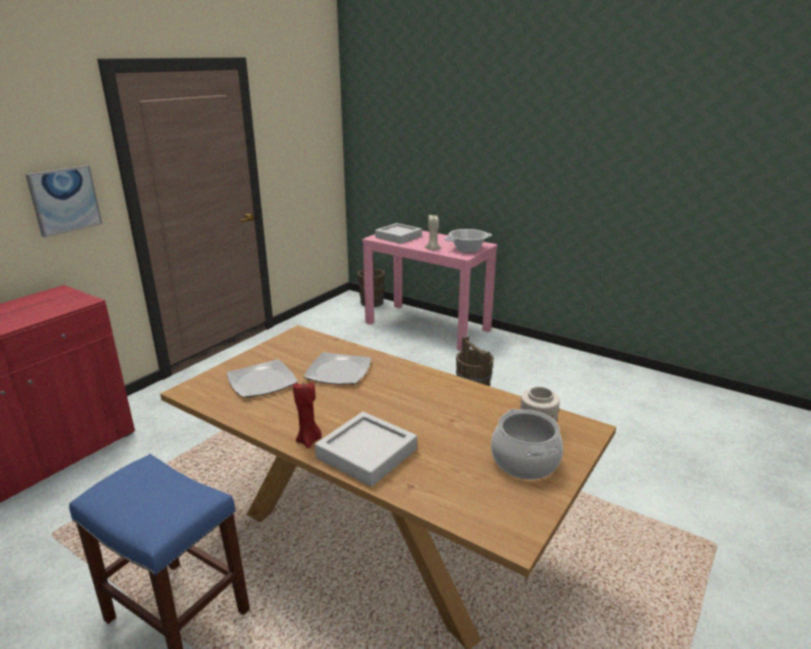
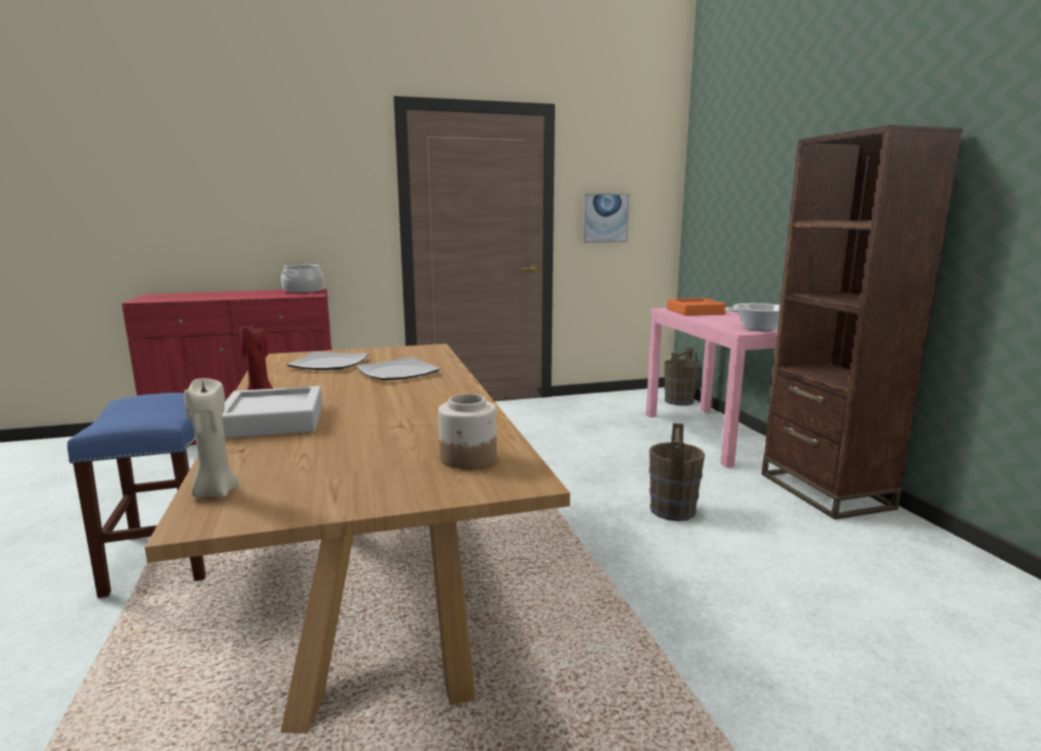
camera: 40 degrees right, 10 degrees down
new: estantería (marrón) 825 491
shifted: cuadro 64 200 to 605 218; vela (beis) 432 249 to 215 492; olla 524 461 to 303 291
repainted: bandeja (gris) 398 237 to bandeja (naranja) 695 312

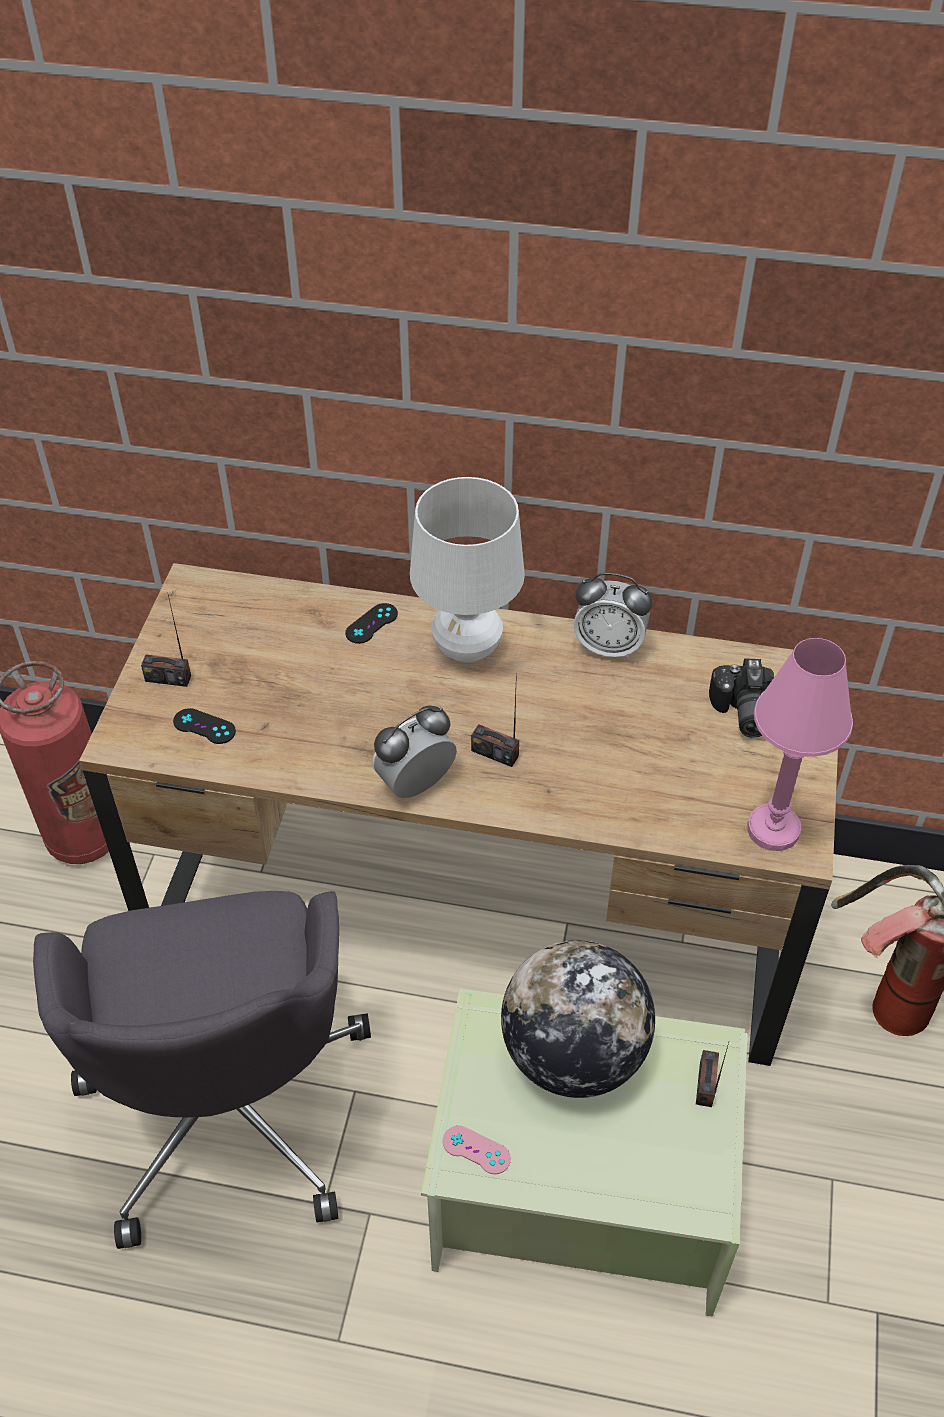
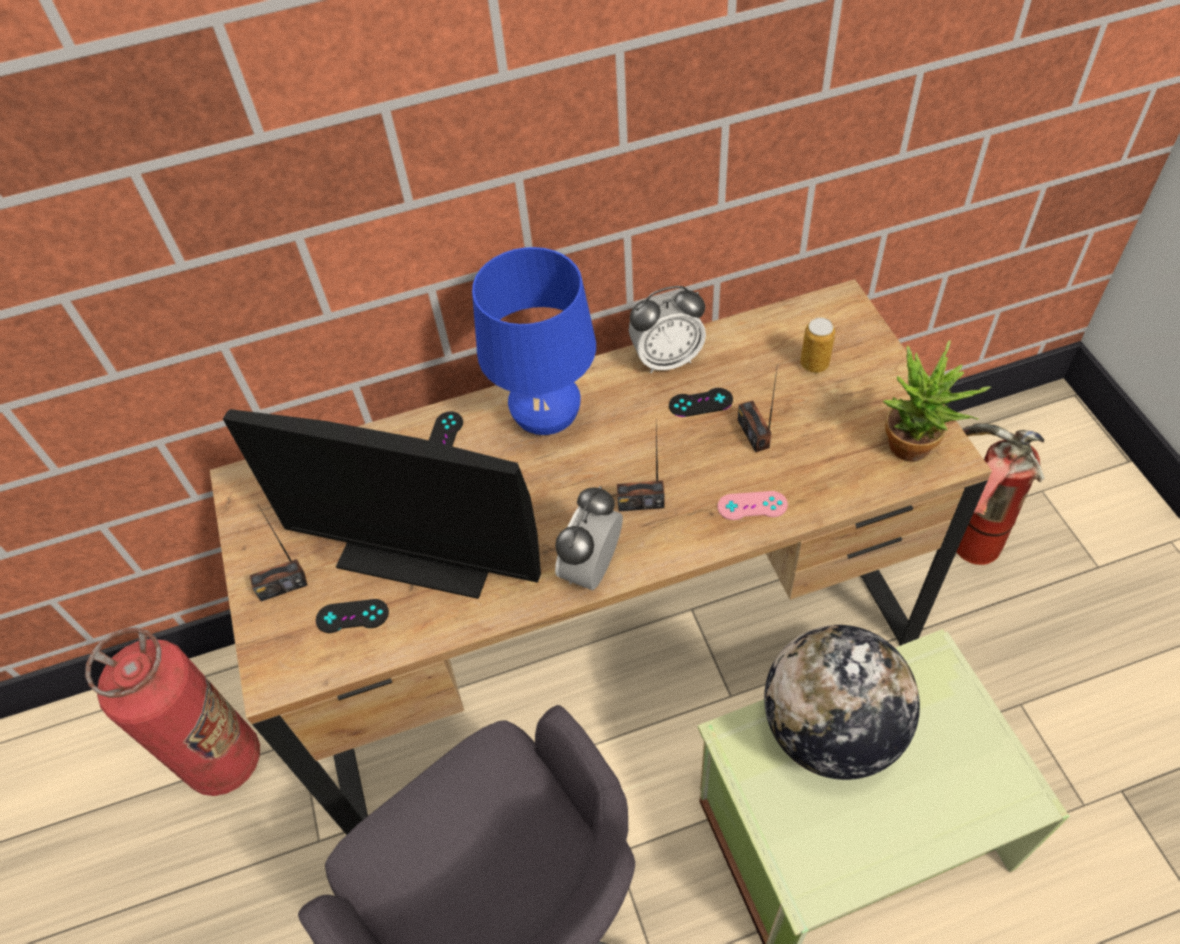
camera: 25 degrees left, 5 degrees up
new: monitor 418 554; mando de consola (negro) 700 403
shifted: mando de consola (rosa) 476 1150 to 752 506; radio 706 1084 to 753 433
swapped: cámara 740 712 to lata 814 364; lámpara de mesa (rosa) 773 829 to planta en maceta 915 451
repainted: lámpara de mesa (blanco) 467 649 to lámpara de mesa (azul) 547 419

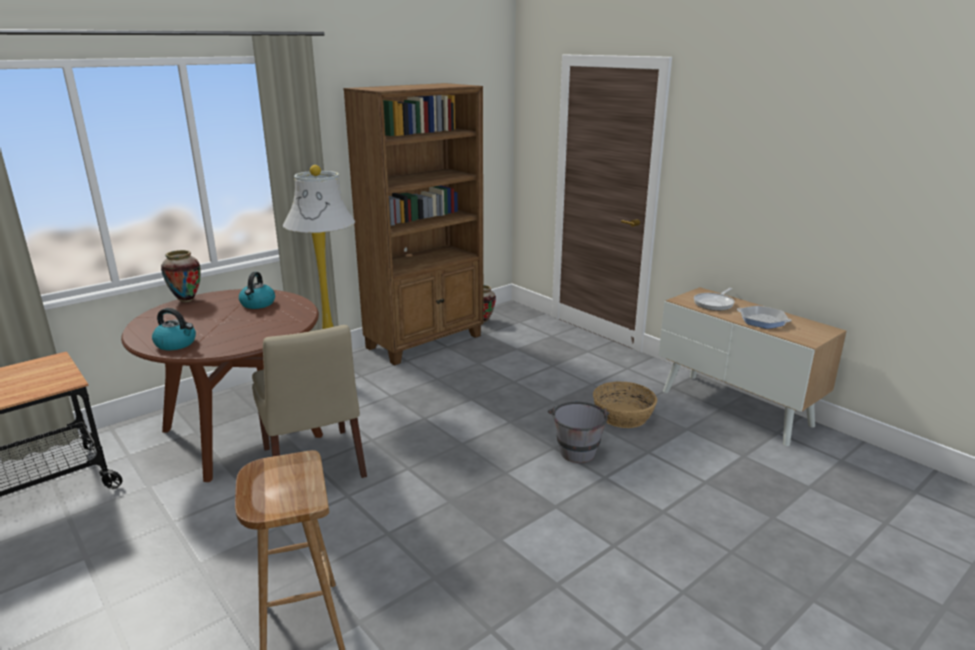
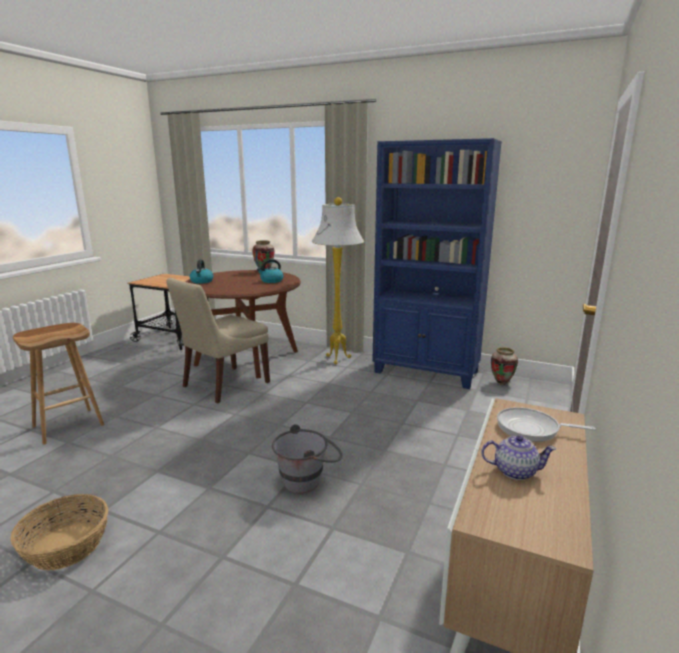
camera: 65 degrees right, 5 degrees down
shifted: cesta 622 416 to 66 545
swapped: sartén 762 321 to tetera 514 471
repainted: estantería (marrón) 425 342 to estantería (azul) 426 372

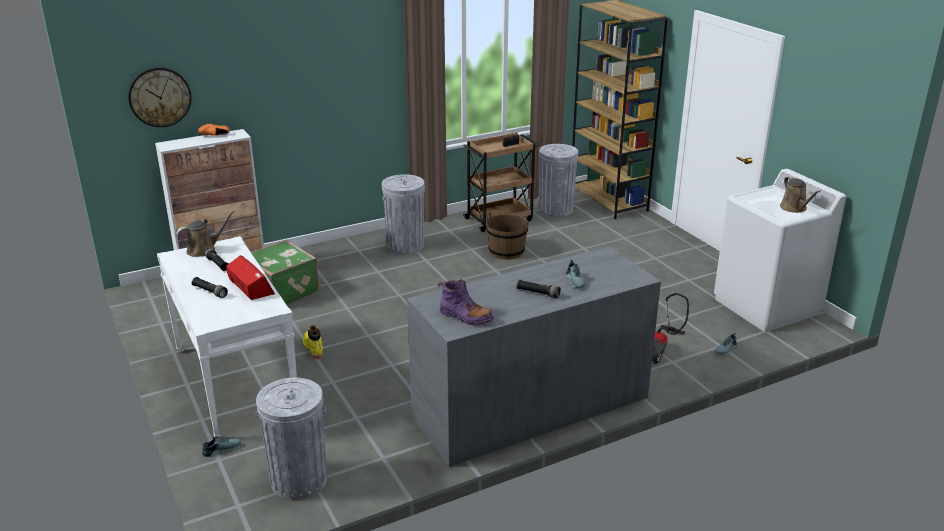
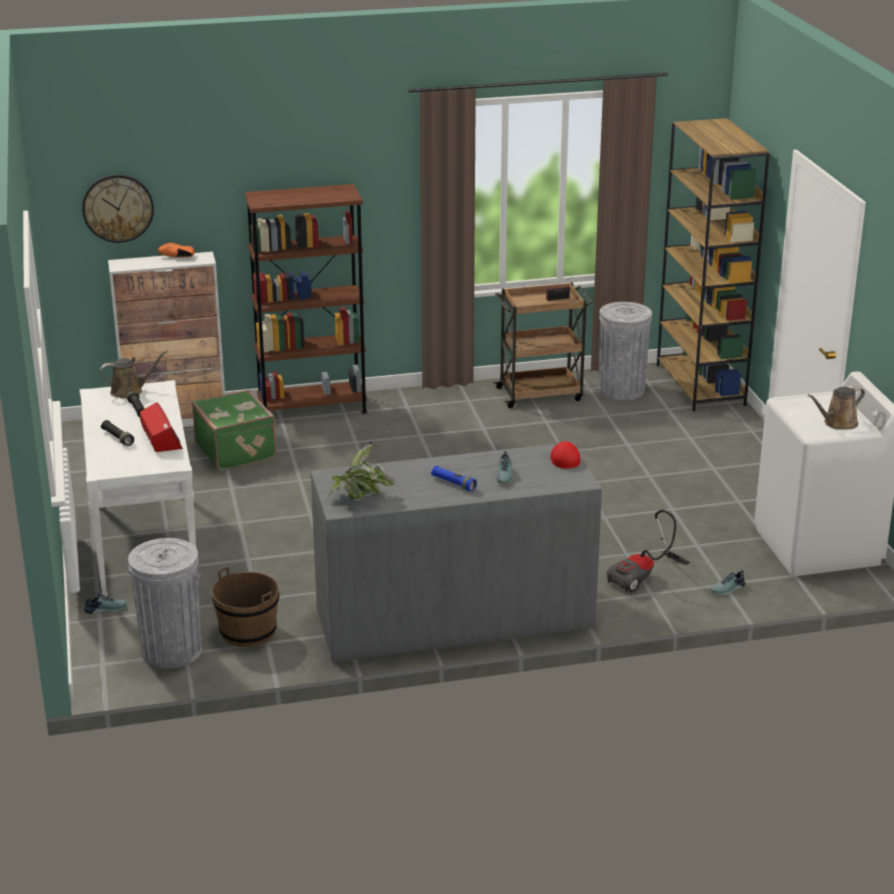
camera: 15 degrees right, 0 degrees up
gone: bota (amarillo) 313 348; papelera (gris) 405 245
new: estantería (marrón) 312 408; gorra (rojo) 564 458
shifted: cubo (marrón) 506 251 to 248 631
swapped: bota (morado) 465 317 to planta en maceta 360 498
repainted: linterna (negro) 538 293 to linterna (azul) 454 484
rotated: regadera (marrón) 794 208 = 838 423 60 degrees clockwise

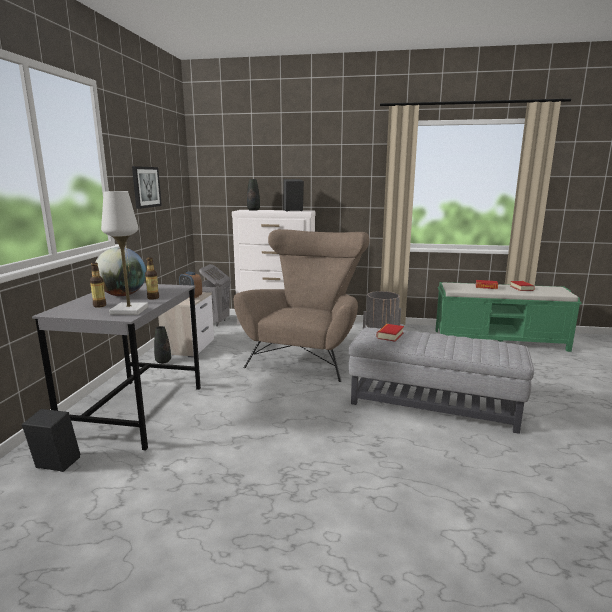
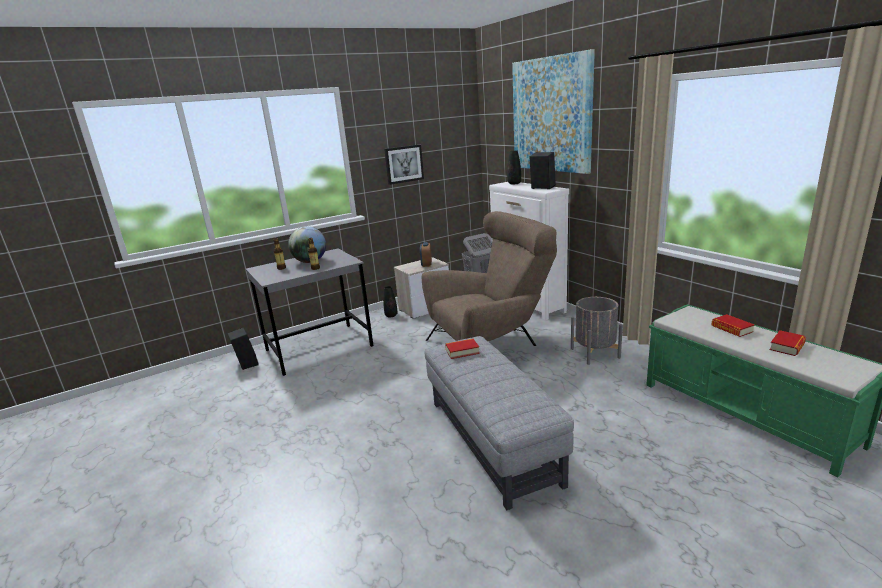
camera: 50 degrees right, 5 degrees up
gone: lámpara de mesa (blanco) 129 310
new: cuadro 551 115

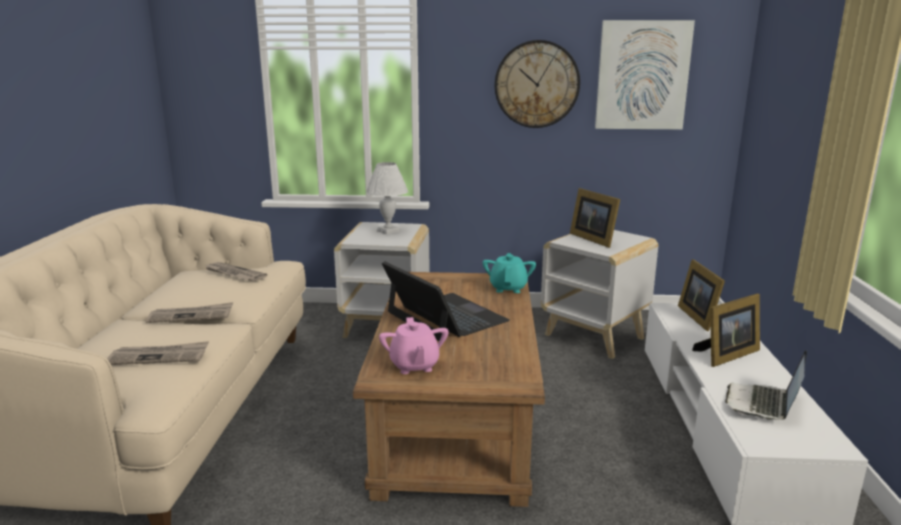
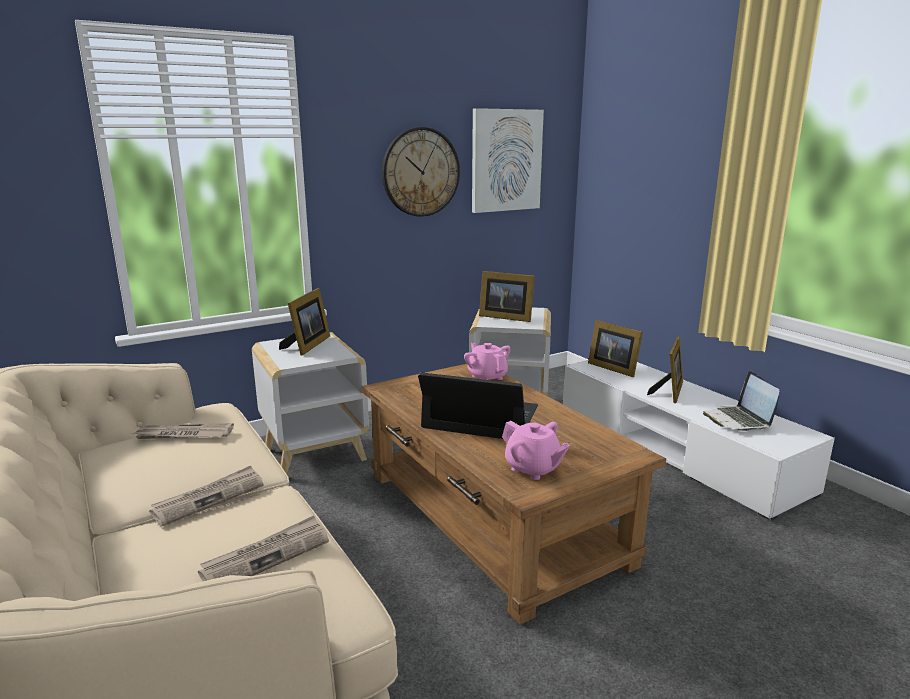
camera: 35 degrees left, 0 degrees up
swapped: lámpara de mesa (blanco) 388 231 to portarretratos 307 345
repainted: tetera (turquesa) 508 288 to tetera (rosa) 487 377

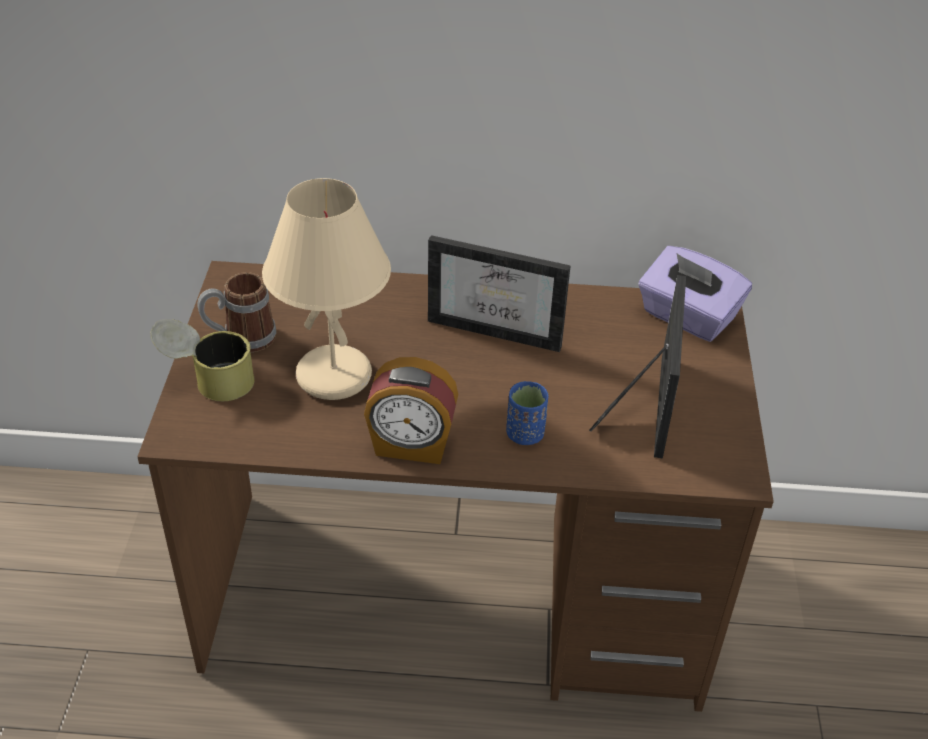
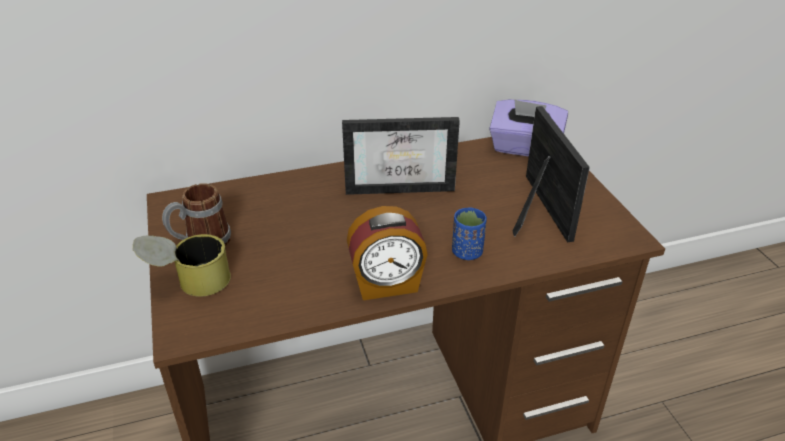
camera: 20 degrees left, 5 degrees down
gone: lámpara de mesa (beis) 336 375

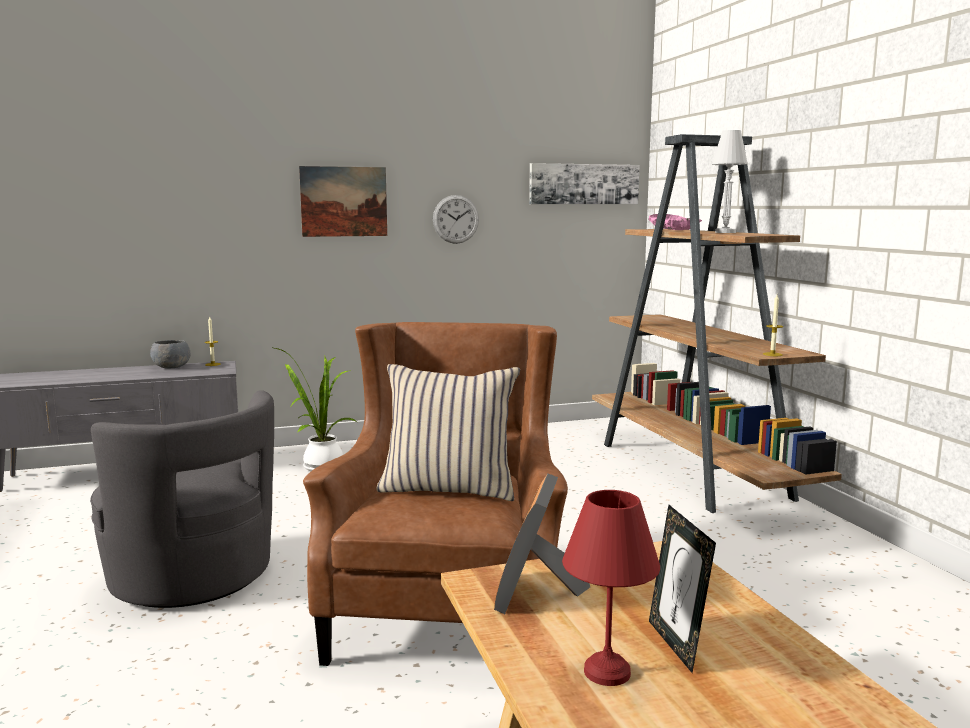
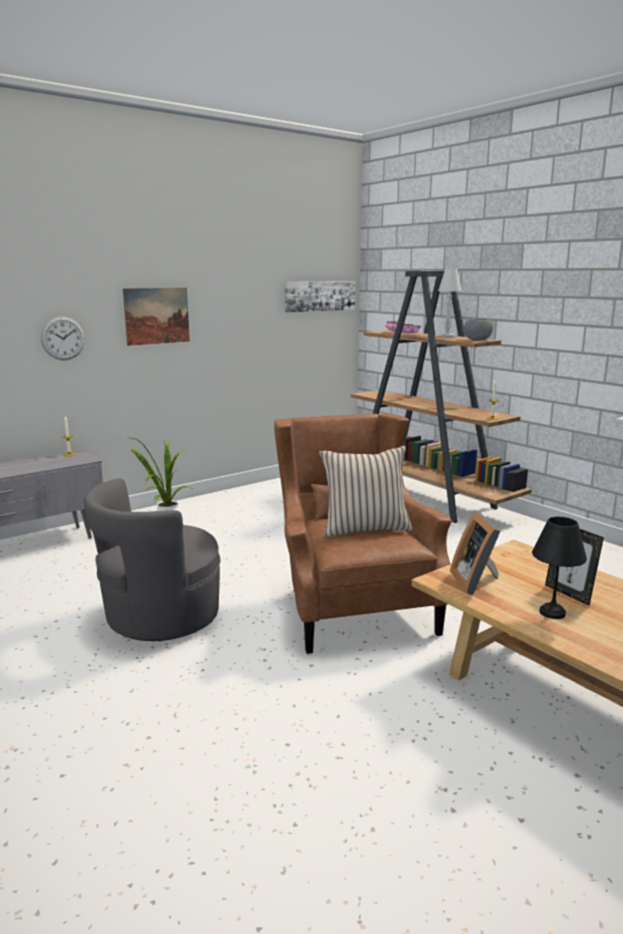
camera: 20 degrees left, 5 degrees up
shifted: cuenco (gris) 172 367 to 477 340; reloj de pared 456 219 to 63 338
repainted: lámpara de mesa (rojo) 604 672 to lámpara de mesa (negro) 551 613
rotated: sillón (gris) 194 577 = 160 617 120 degrees clockwise

